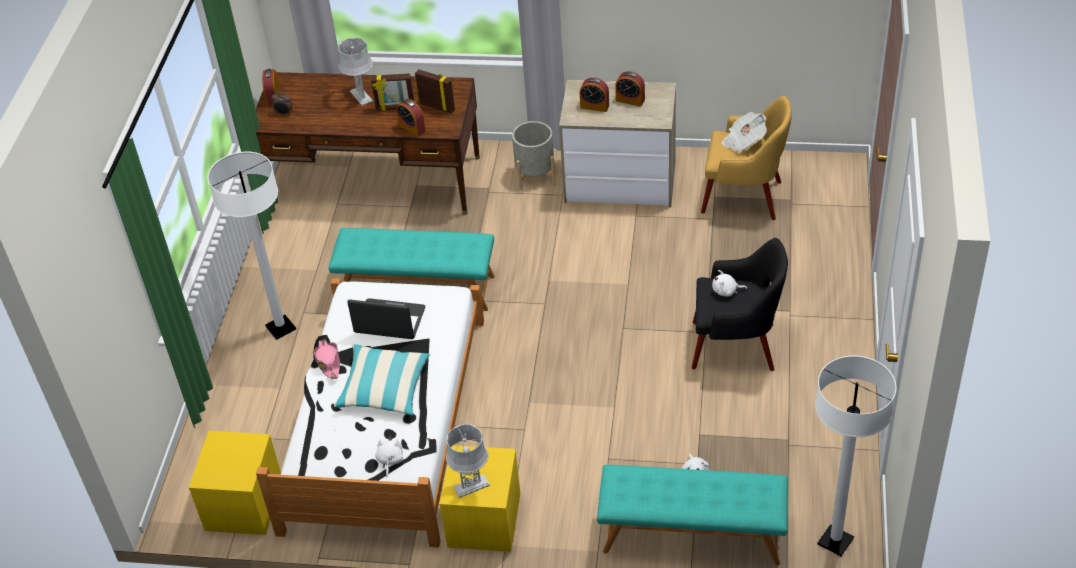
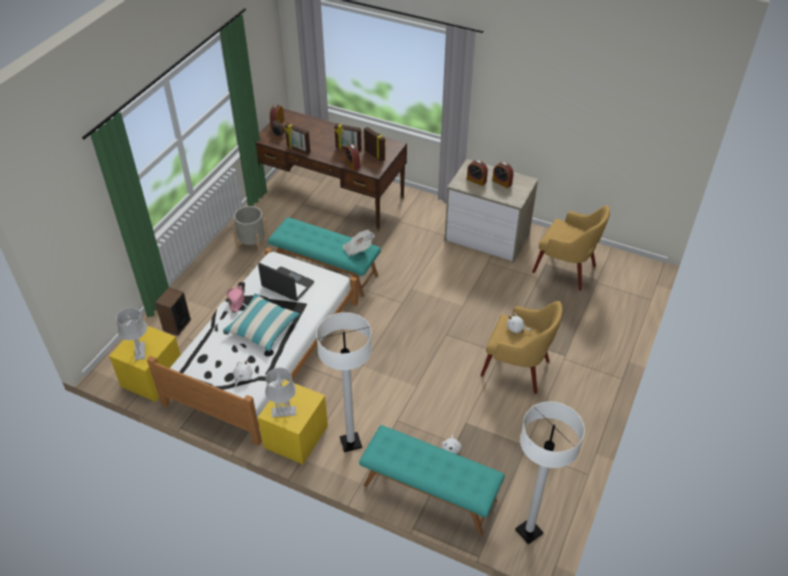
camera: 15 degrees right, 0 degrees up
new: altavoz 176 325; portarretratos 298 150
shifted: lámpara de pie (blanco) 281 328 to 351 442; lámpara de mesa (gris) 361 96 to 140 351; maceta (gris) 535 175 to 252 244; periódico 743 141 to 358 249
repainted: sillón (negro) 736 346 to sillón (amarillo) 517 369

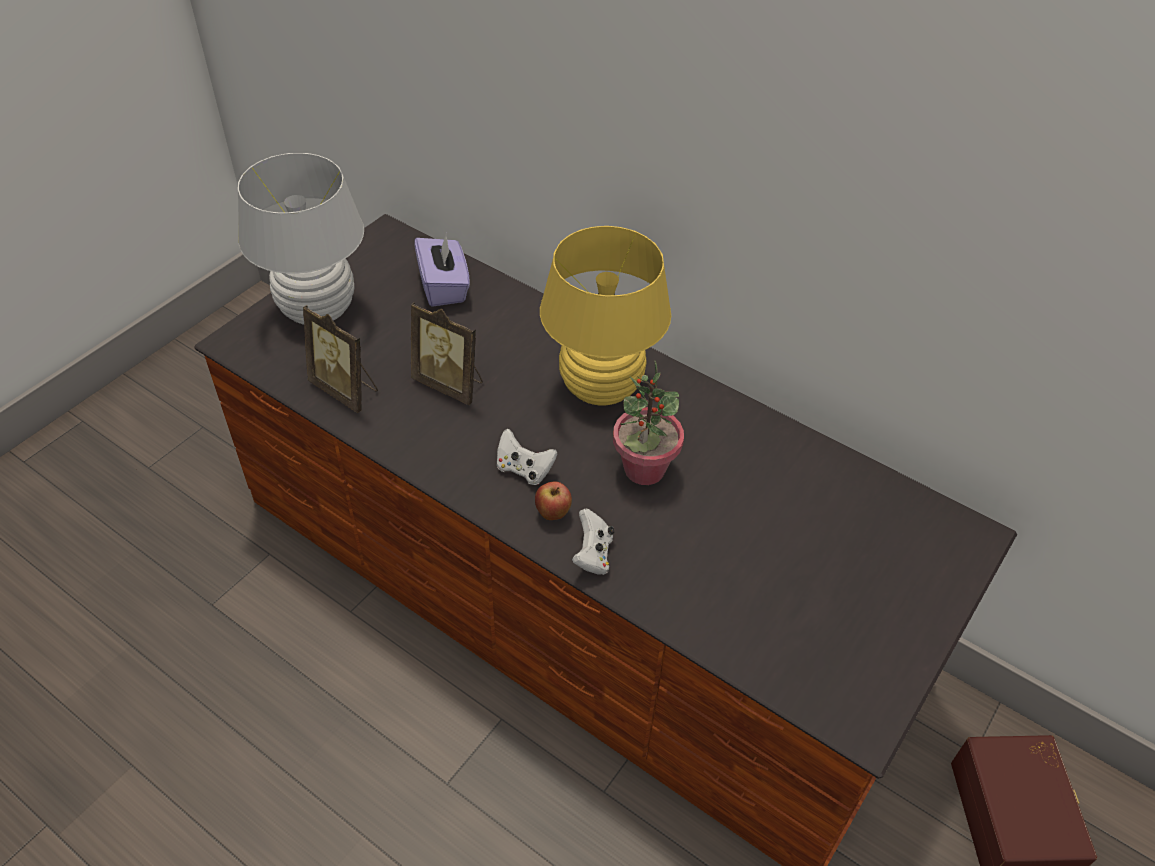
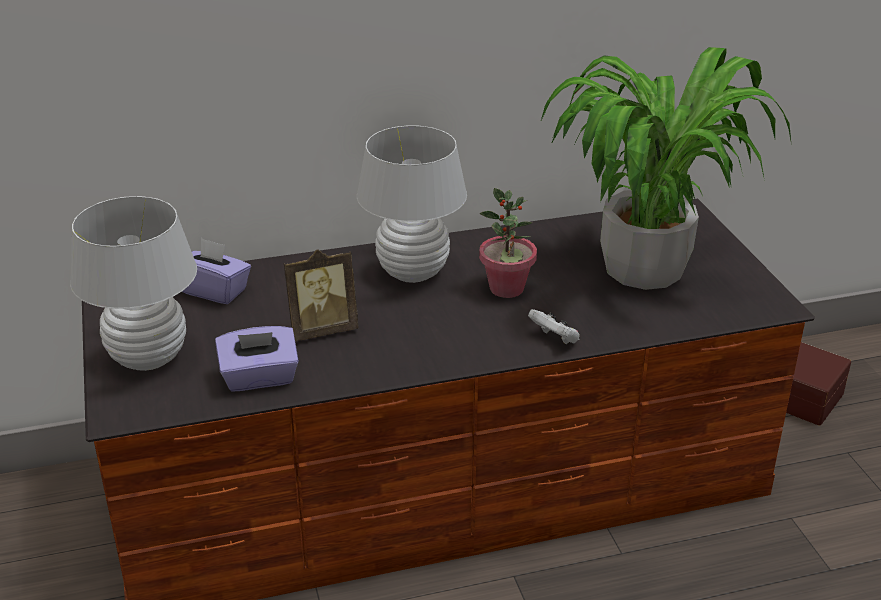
camera: 50 degrees left, 15 degrees down
gone: mando de consola (blanco) 524 469; manzana 553 513
new: planta en maceta 643 268
swapped: portarretratos 346 390 to caja de pañuelos (morado) 260 378
repainted: lámpara de mesa (amarillo) 601 388 to lámpara de mesa (blanco) 413 272

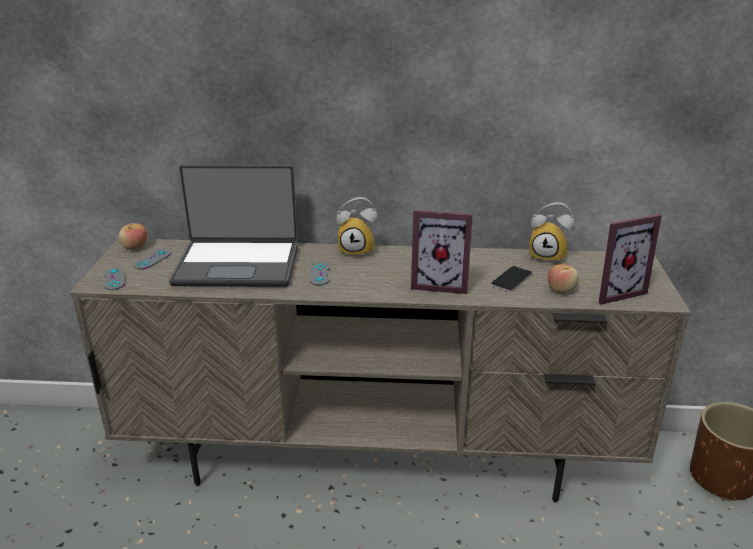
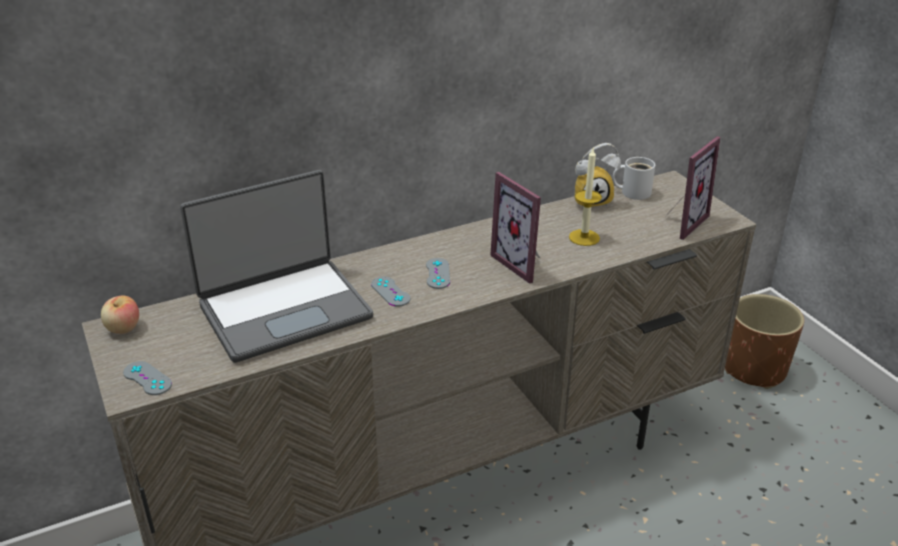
camera: 30 degrees left, 5 degrees up
gone: despertador 357 250; manzana 561 290
new: taza grande (blanco) 633 192
shifted: mando de consola (gris) 152 259 to 437 273
swapped: móvil 511 279 to vela 584 237
rotated: portarretratos 440 283 = 523 263 75 degrees clockwise

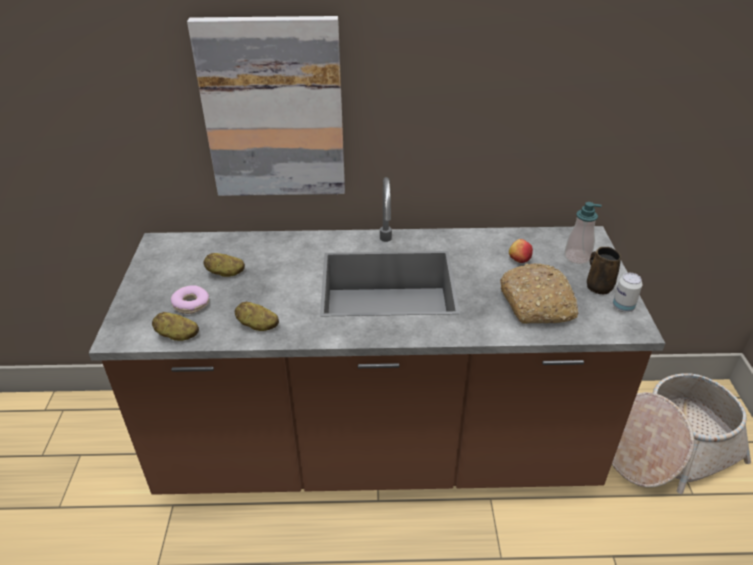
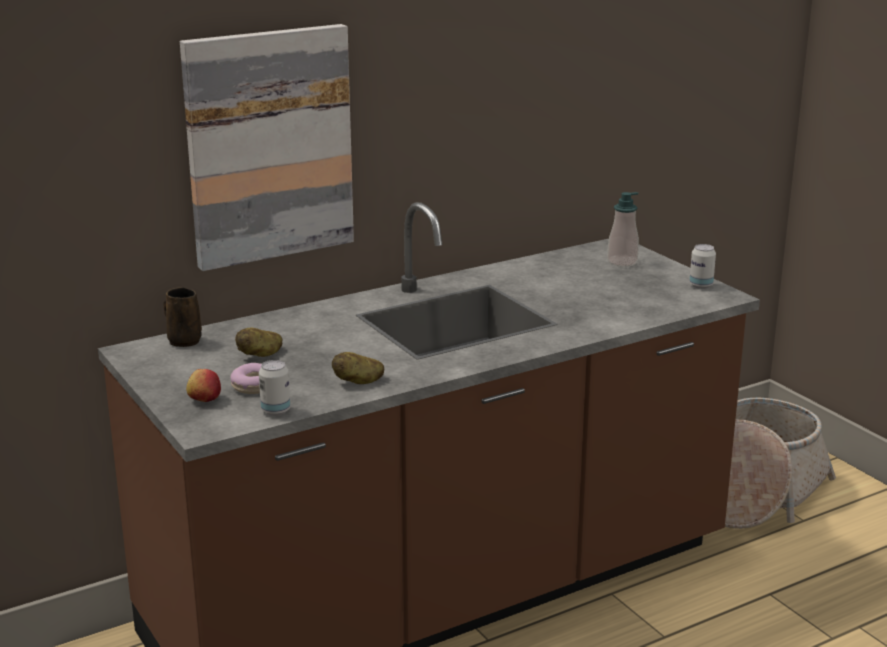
camera: 30 degrees left, 15 degrees down
gone: pan 537 304
shifted: manzana 519 259 to 204 399; taza grande (marrón) 598 286 to 183 340
swapped: patata 177 336 to lata 275 411

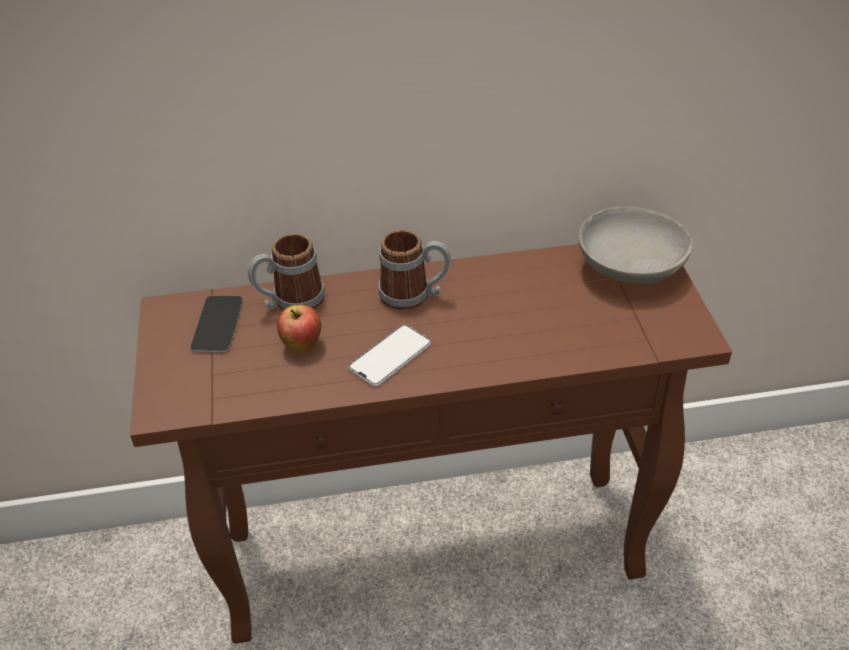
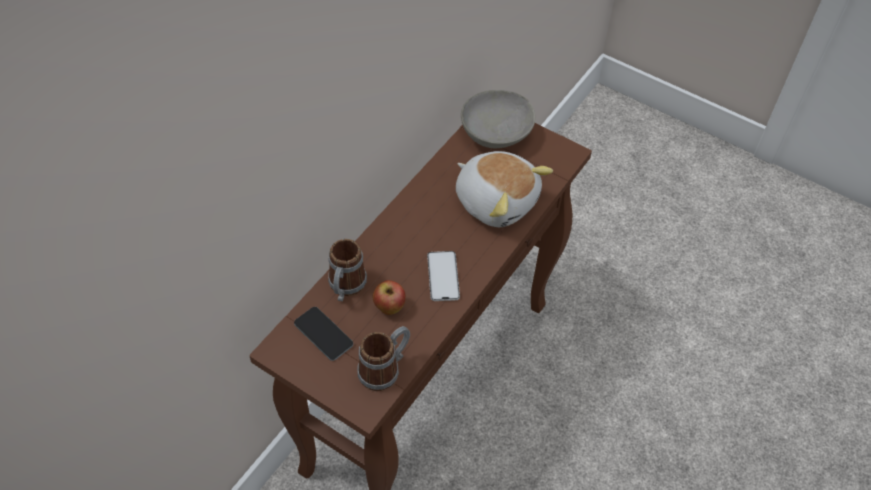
camera: 50 degrees left, 10 degrees up
new: peluche 496 200
shifted: taza grande 414 295 to 385 369

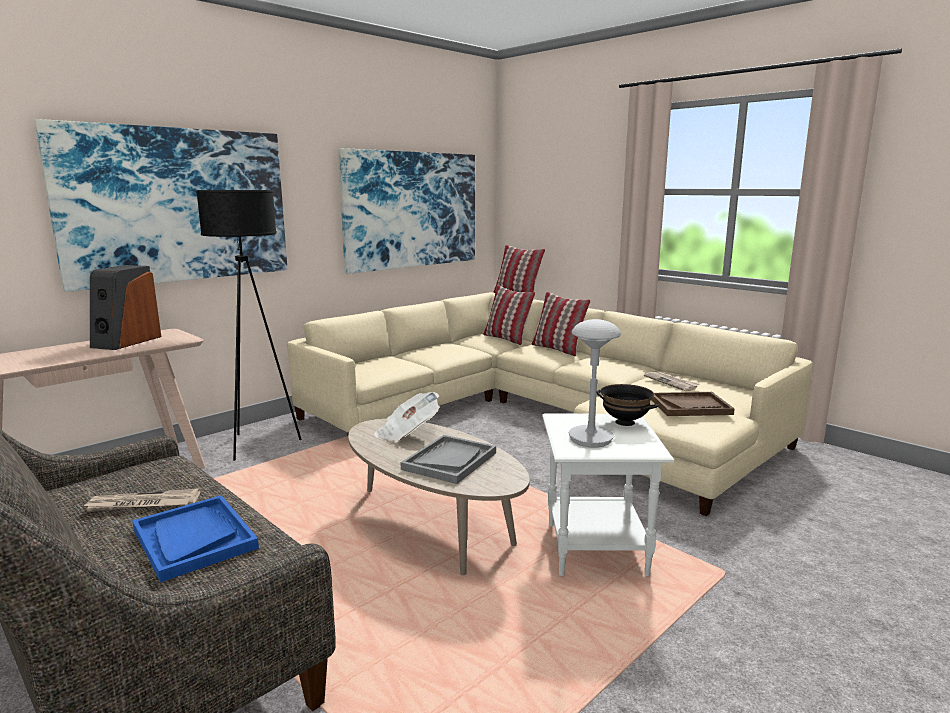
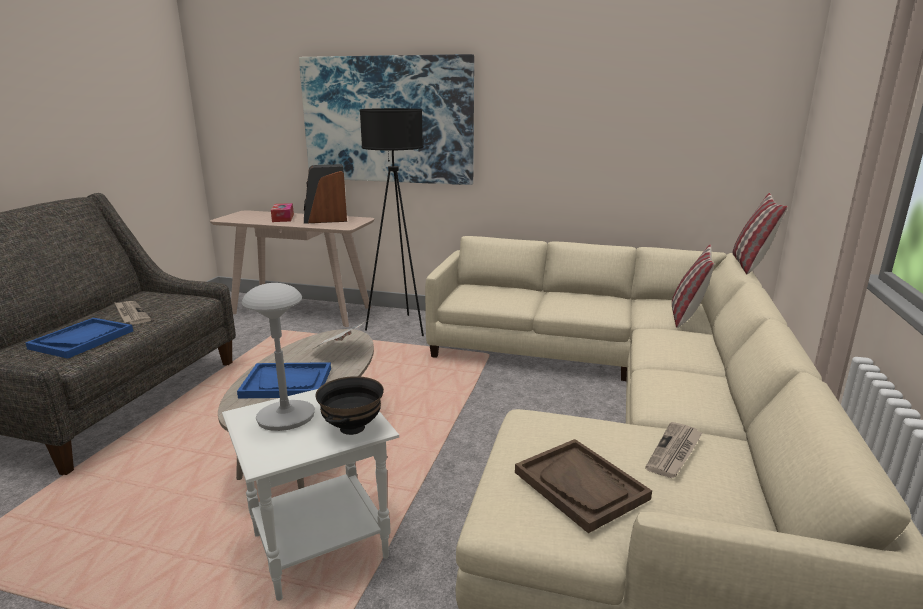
camera: 60 degrees right, 5 degrees up
gone: cuadro 411 210; cojín 558 349
new: caja de pañuelos 283 218
repainted: bandeja (gris) 449 461 to bandeja (azul) 287 382

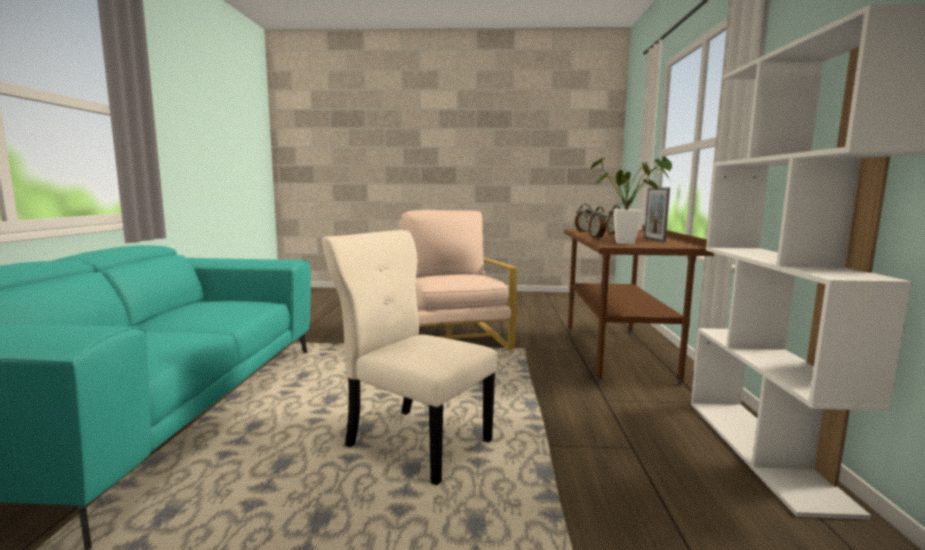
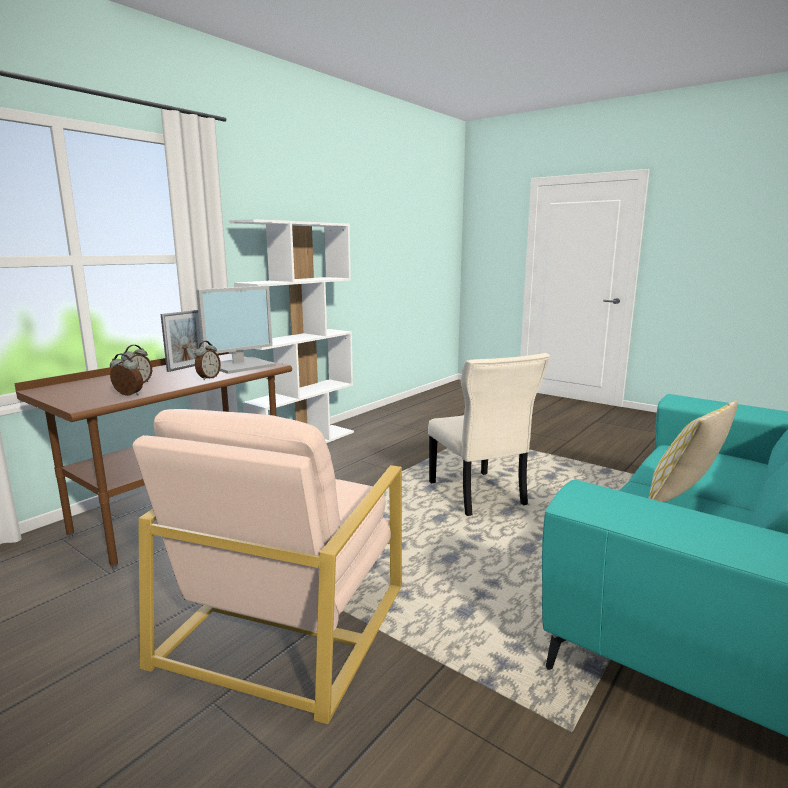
camera: 145 degrees left, 5 degrees up
new: cojín 684 498
swapped: planta en maceta 630 243 to monitor 241 365

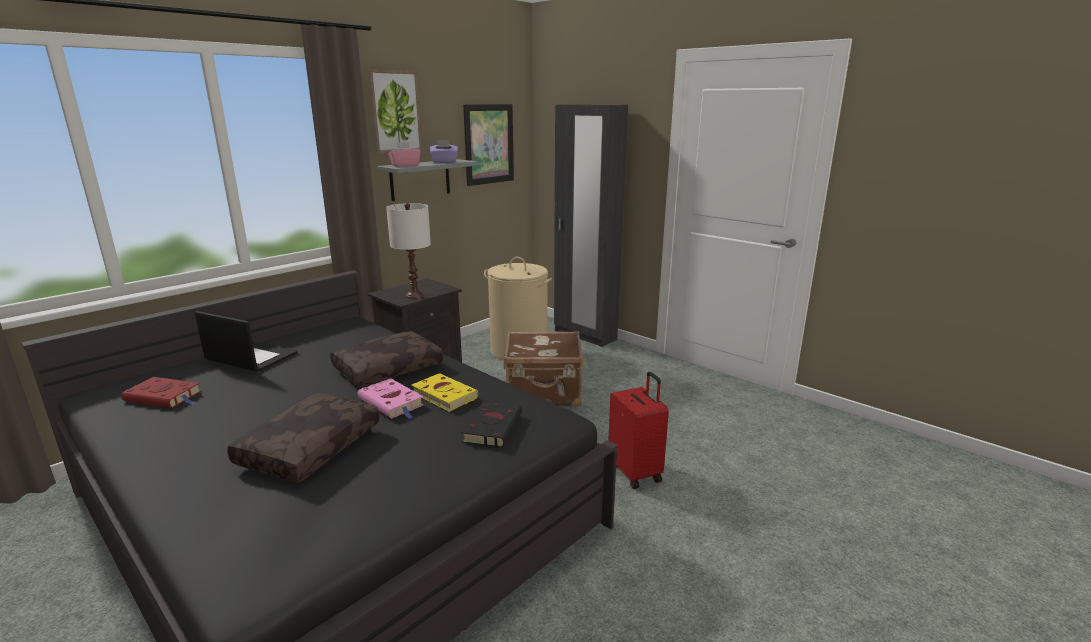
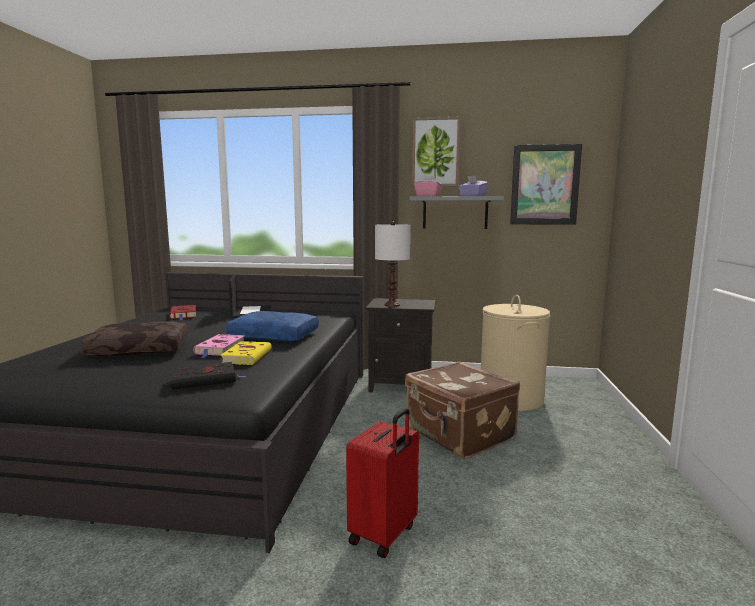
camera: 55 degrees right, 10 degrees down
gone: armario ropero (negro) 584 335
repainted: cojín (marrón) 388 368 to cojín (azul) 275 335

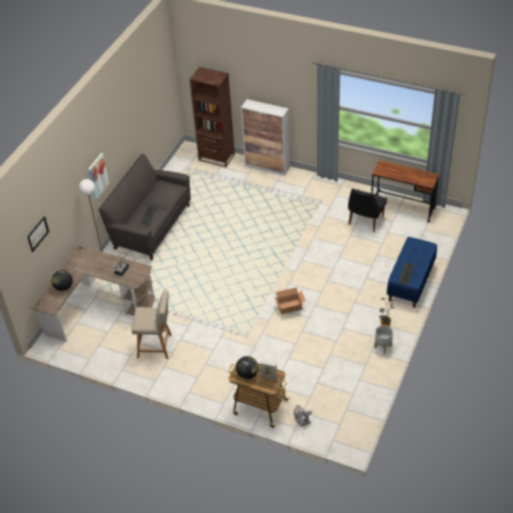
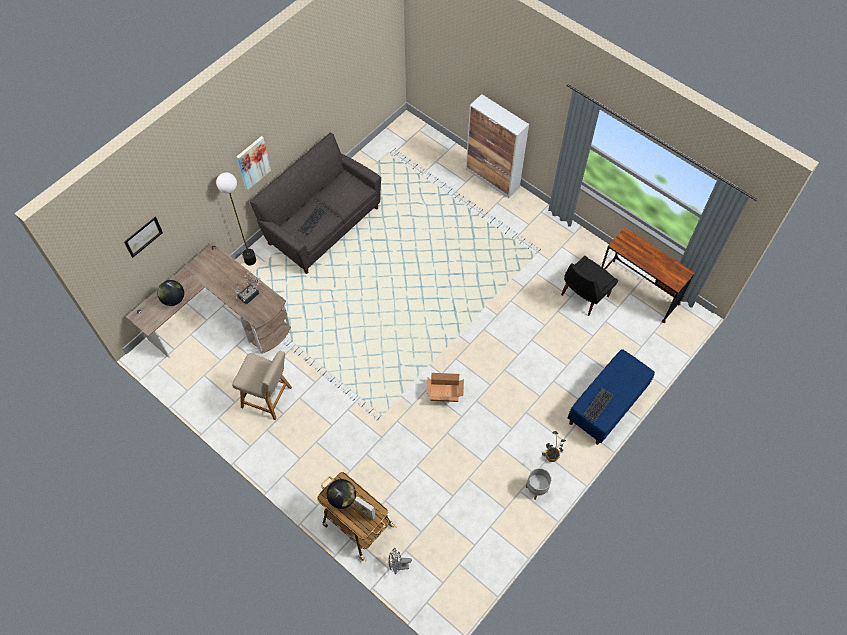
camera: 15 degrees right, 15 degrees up
gone: estantería (marrón) 216 157

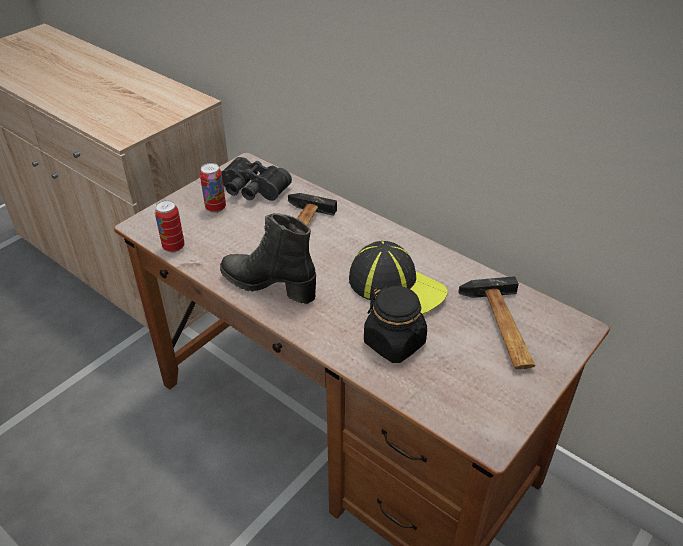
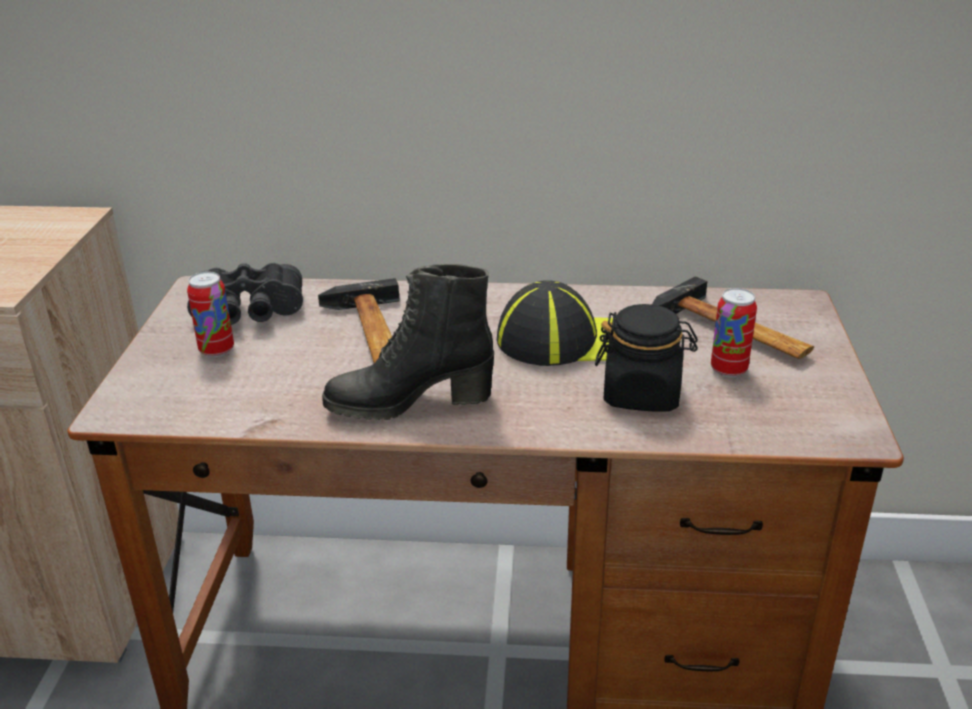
camera: 35 degrees left, 10 degrees down
shifted: lata 173 247 to 728 369

